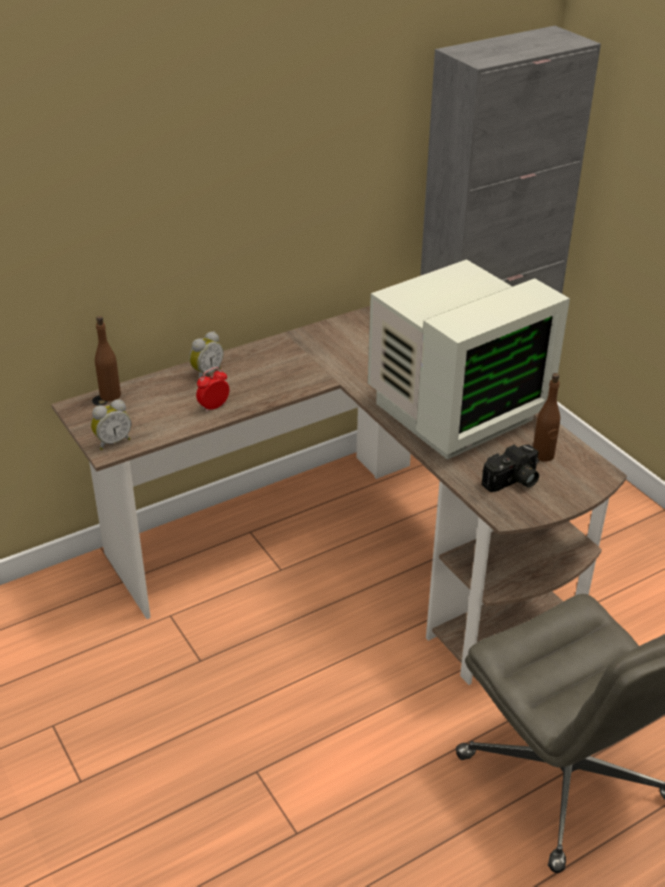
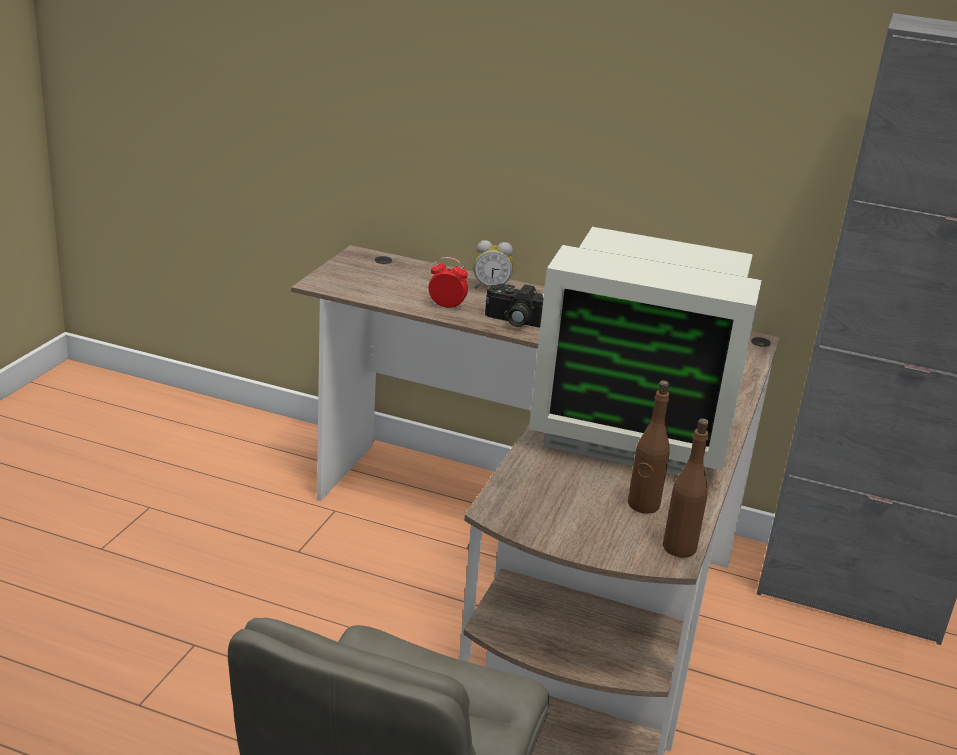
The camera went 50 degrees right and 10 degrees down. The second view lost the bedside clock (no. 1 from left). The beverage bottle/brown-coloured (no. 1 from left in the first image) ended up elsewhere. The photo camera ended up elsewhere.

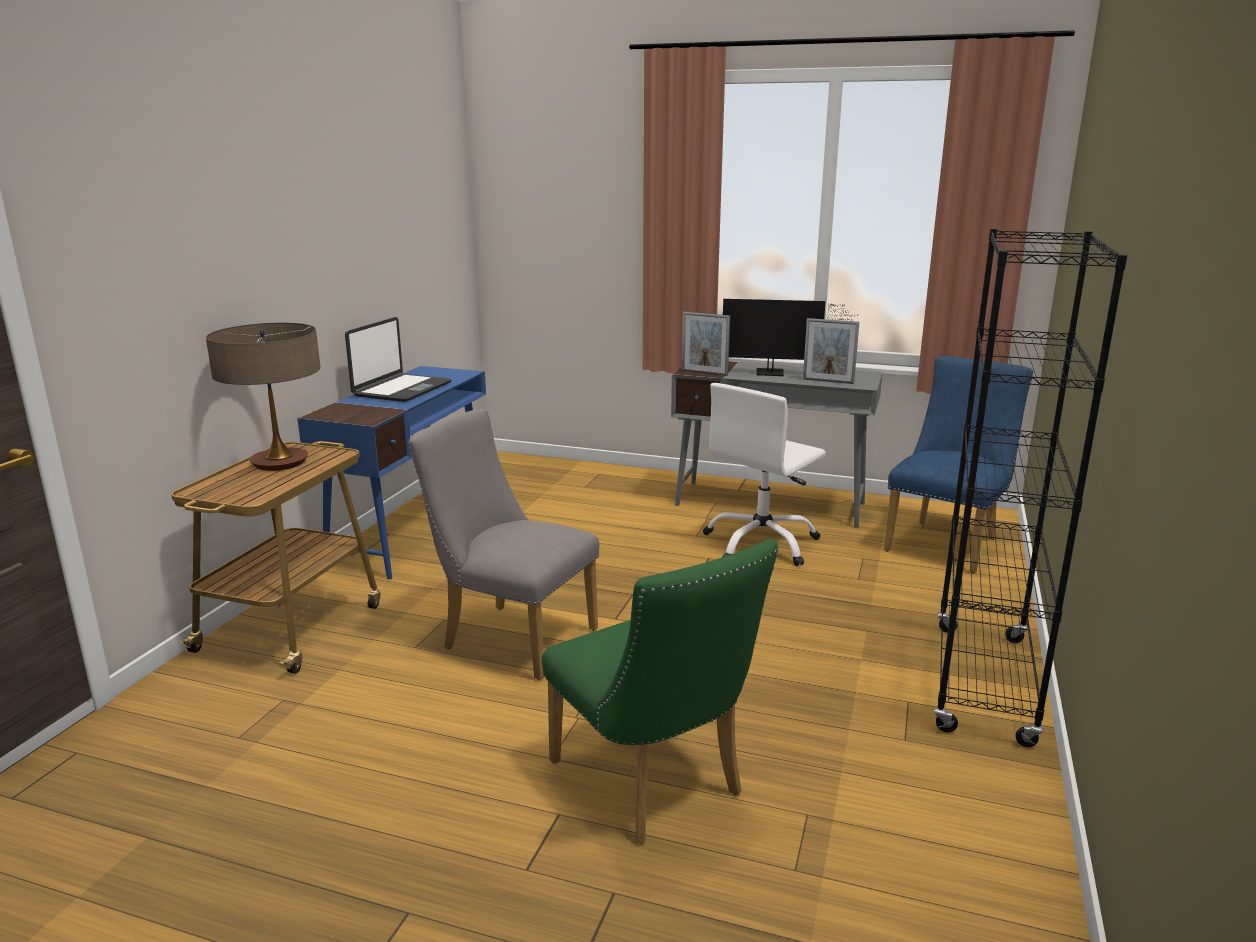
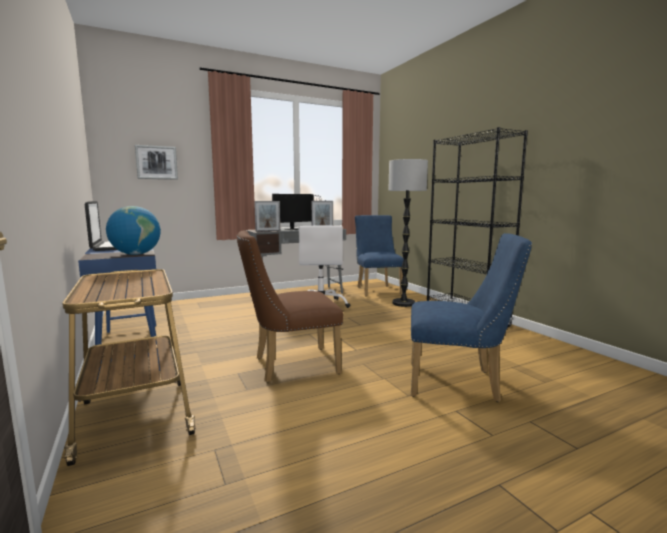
The camera went 45 degrees left and 10 degrees down. The second view lost the tabletop lamp. What was the upright chair/greyish turned into the upright chair/brown-coloured. What was the upright chair/greenish turned into the upright chair/blue (no. 2 from left). The second view gained the world globe. The second view gained the wall picture. The second view gained the floor lamp.

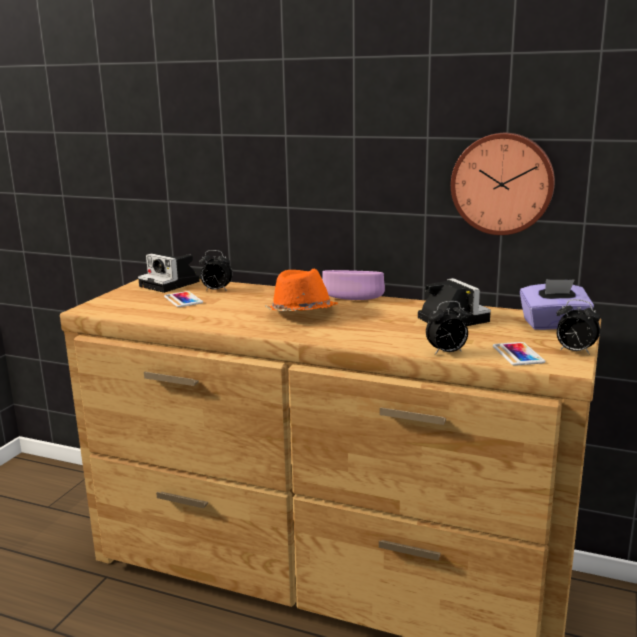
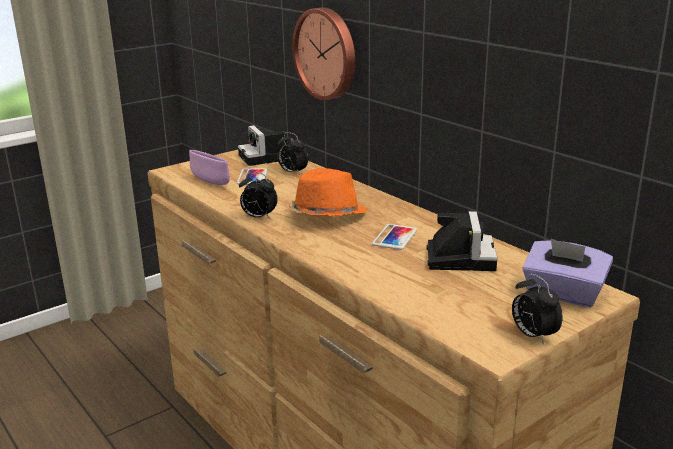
The camera went 30 degrees right and 5 degrees up. The bowl/purplish ended up elsewhere. The bedside clock (no. 2 from left in the first image) ended up elsewhere. The clock on the wall ended up elsewhere. The handset (no. 2 from left) ended up elsewhere.

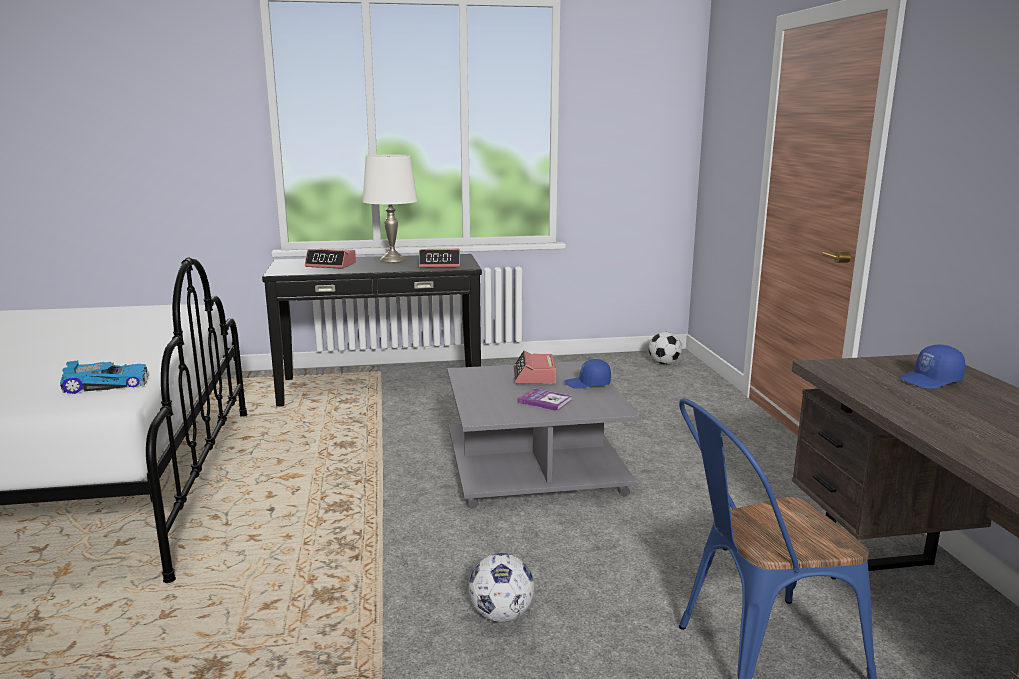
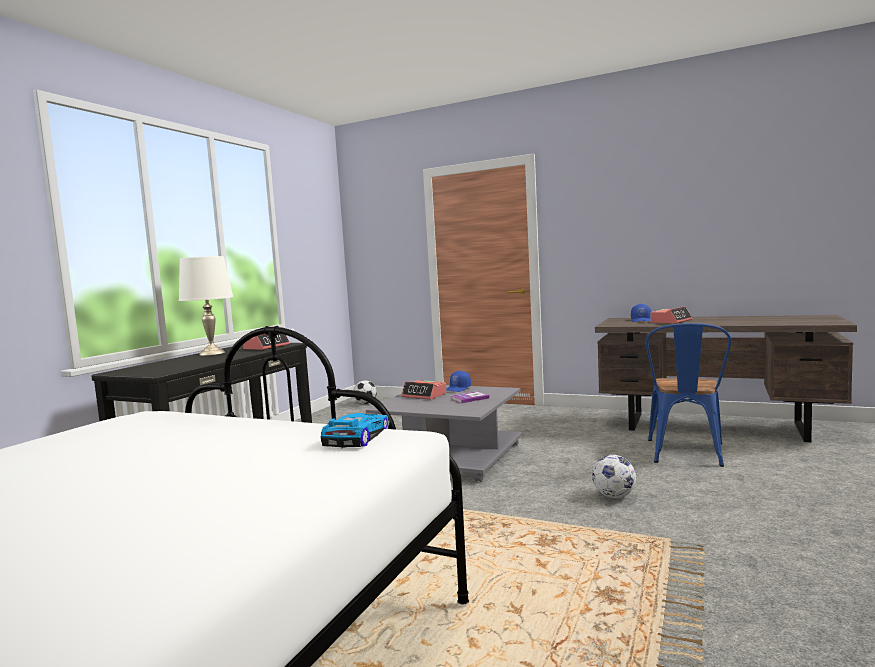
The camera went 55 degrees left and 10 degrees down. The bedside clock (no. 1 from left in the first image) ended up elsewhere.

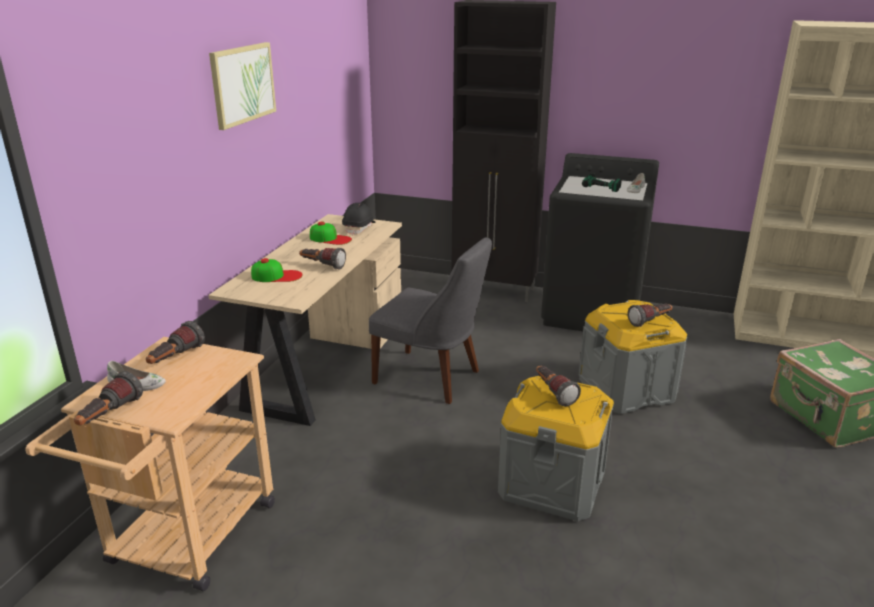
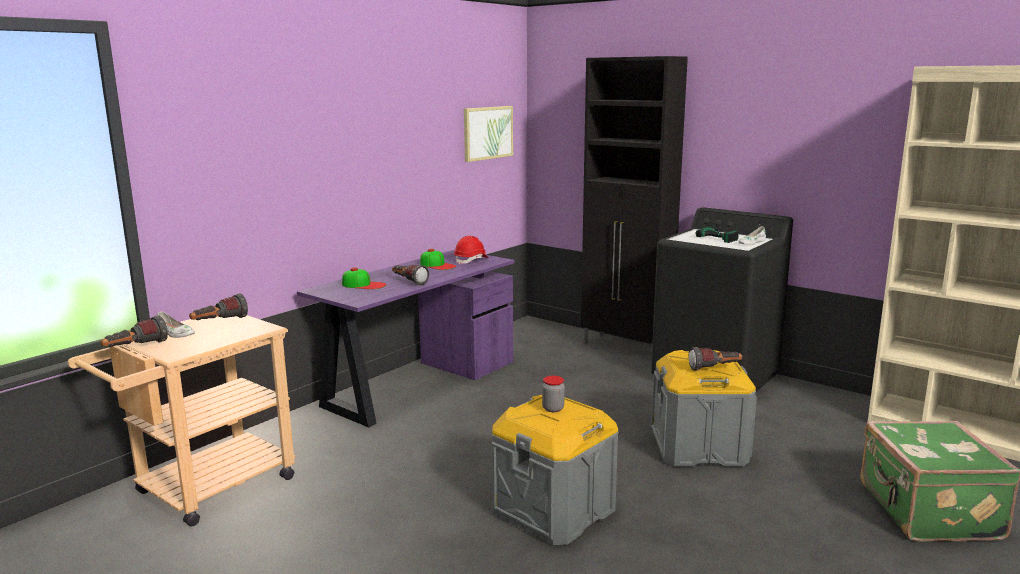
The camera went 20 degrees right and 10 degrees down. What was the desk unit/sand-coloured turned into the desk unit/purplish. The wall picture ended up elsewhere. What was the hard hat/black-coloured turned into the hard hat/reddish. The second view lost the upright chair/greyish. Where the flashlight (no. 4 from left) stood, the jar came to stand.

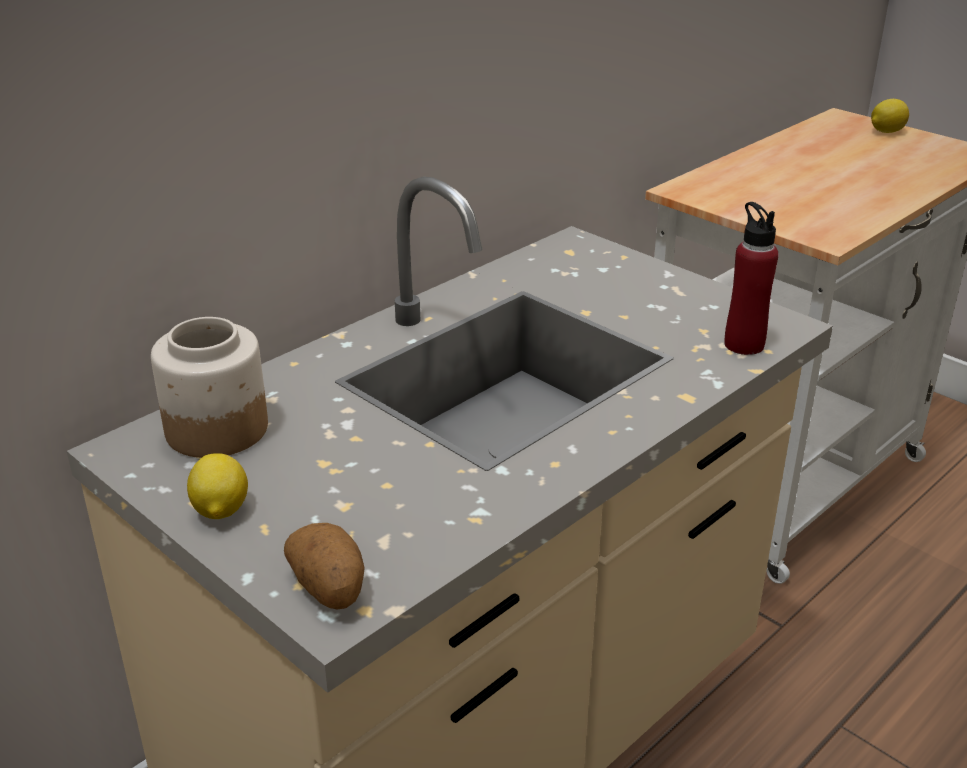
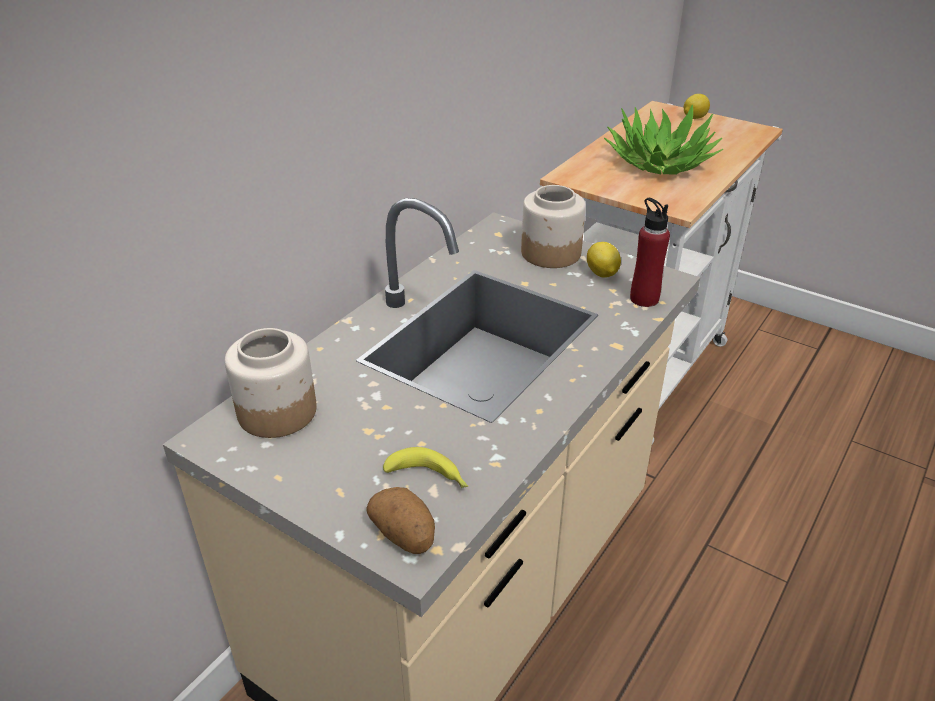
The camera went 10 degrees left and 5 degrees up. The lemon (no. 1 from left) ended up elsewhere. The second view gained the whole banana. The second view gained the jar (no. 2 from left). The second view gained the houseplant.

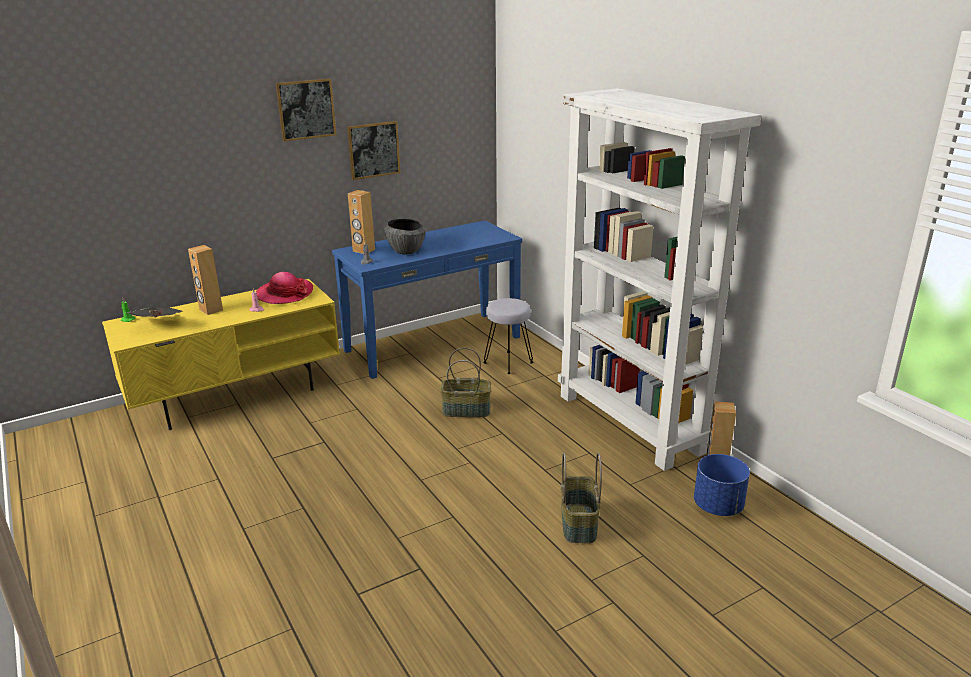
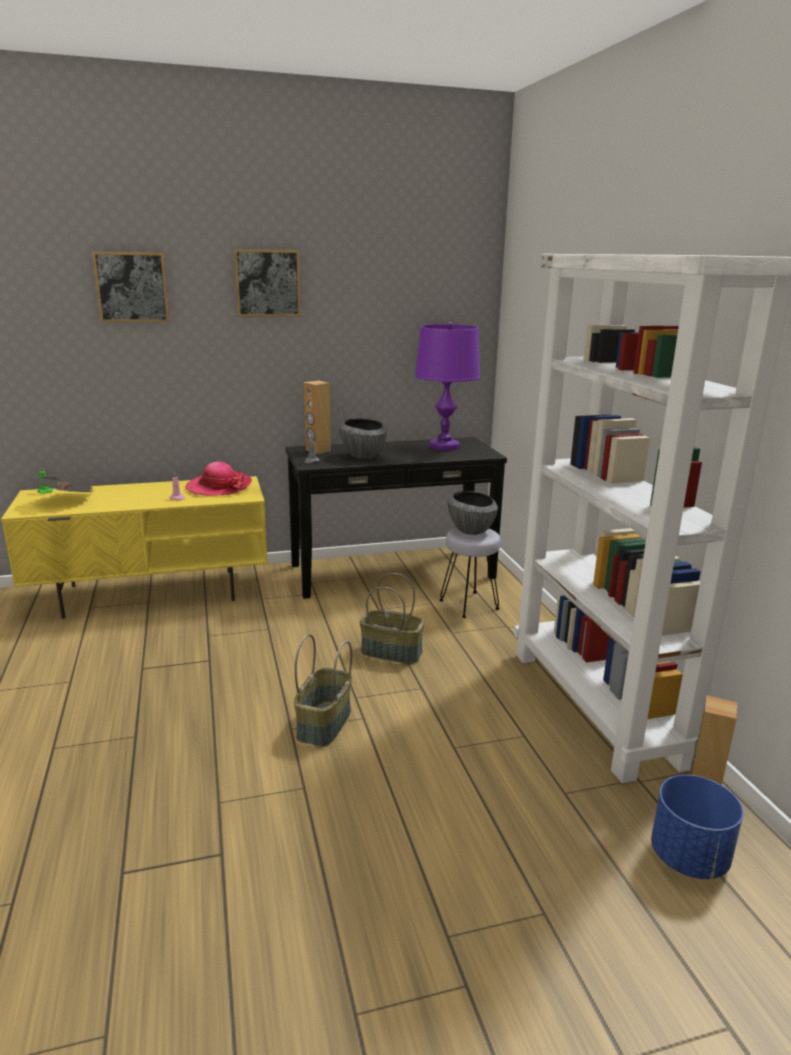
The camera went 15 degrees right and 5 degrees down. The second view lost the audio speaker/brown-coloured (no. 1 from left). What was the console table/blue turned into the console table/black-coloured. The wall picture (no. 2 from left in the first image) ended up elsewhere. The basket (no. 2 from left in the first image) ended up elsewhere. The second view gained the tabletop lamp/purplish. The second view gained the bowl (no. 2 from left).

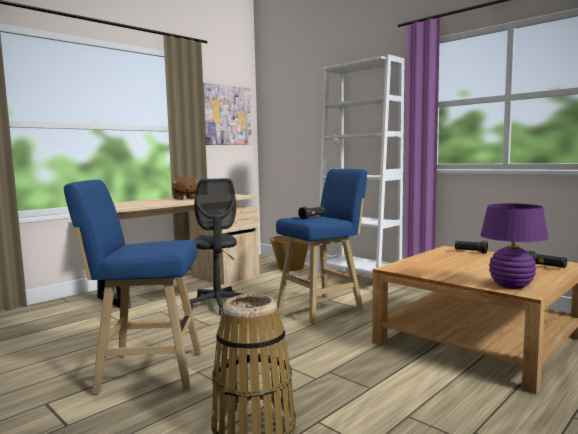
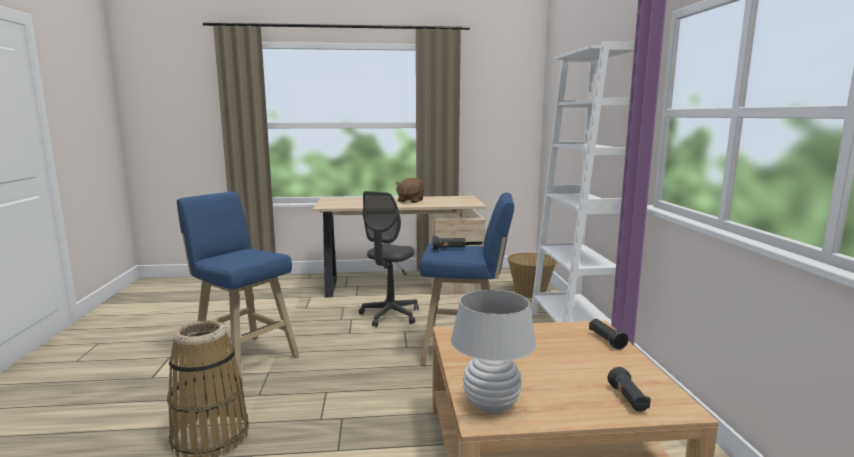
The camera went 40 degrees right and 5 degrees up. The second view lost the wall picture. What was the tabletop lamp/purplish turned into the tabletop lamp/white.

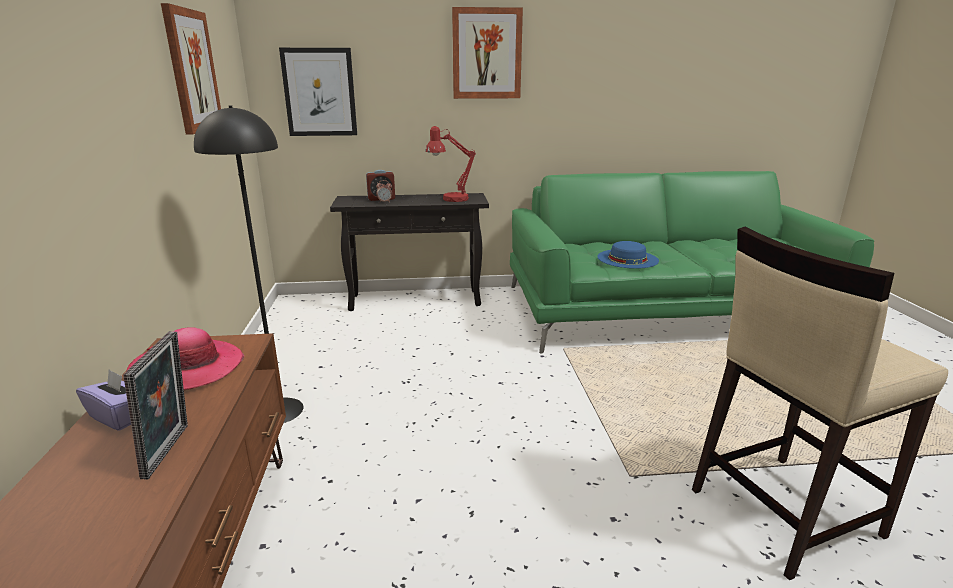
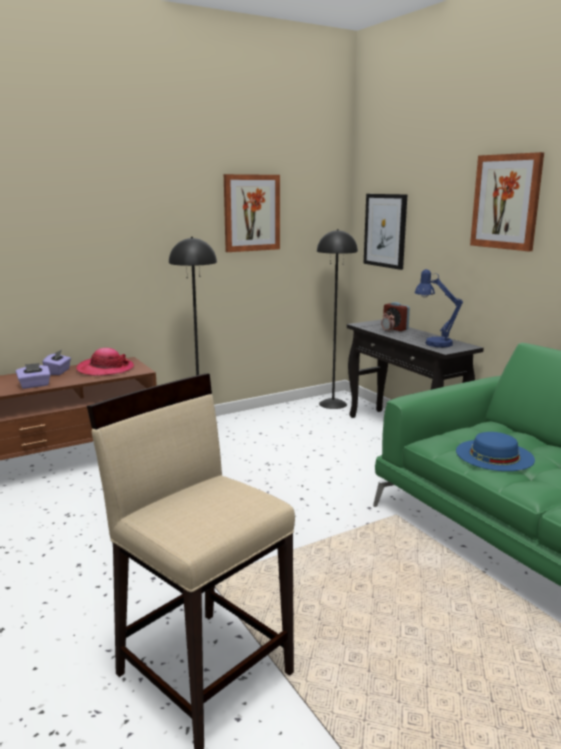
The camera went 65 degrees right and 5 degrees down. Where the picture frame stood, the tissue box/purplish (no. 1 from left) came to stand. What was the tabletop lamp/reddish turned into the tabletop lamp/blue. The second view gained the floor lamp/black-coloured (no. 2 from left).

